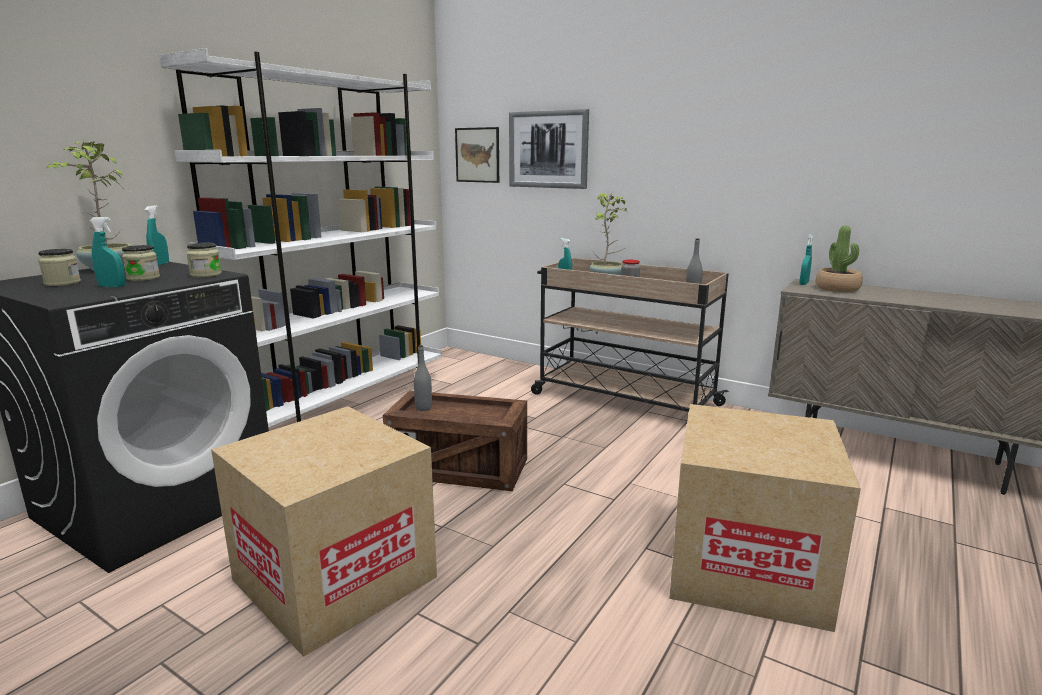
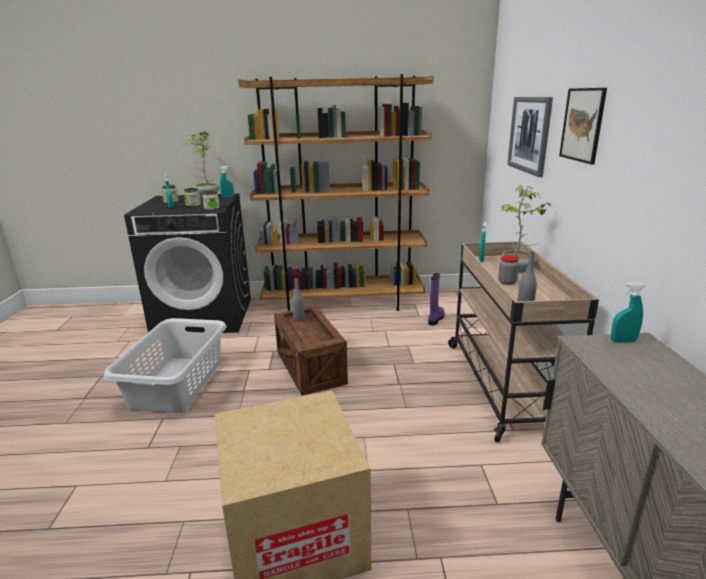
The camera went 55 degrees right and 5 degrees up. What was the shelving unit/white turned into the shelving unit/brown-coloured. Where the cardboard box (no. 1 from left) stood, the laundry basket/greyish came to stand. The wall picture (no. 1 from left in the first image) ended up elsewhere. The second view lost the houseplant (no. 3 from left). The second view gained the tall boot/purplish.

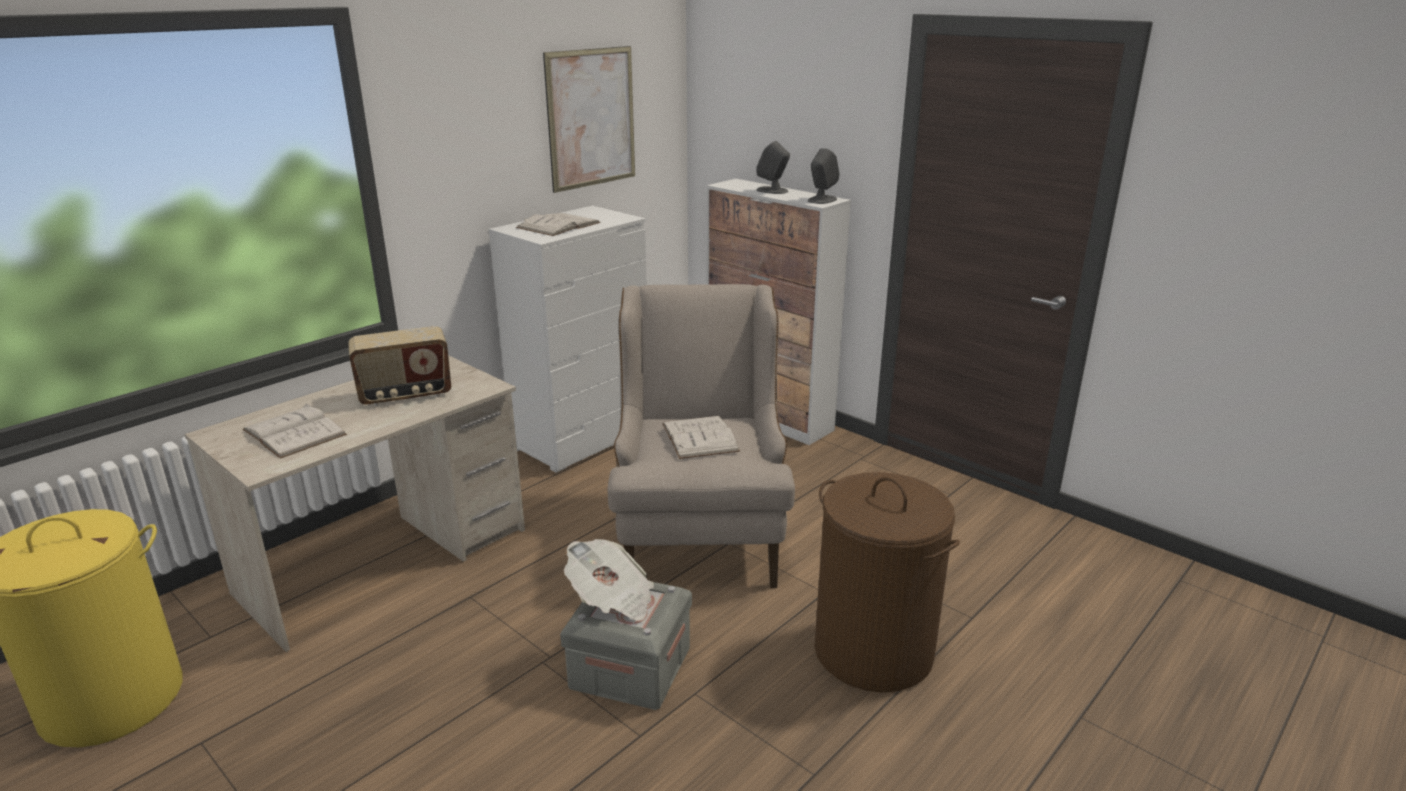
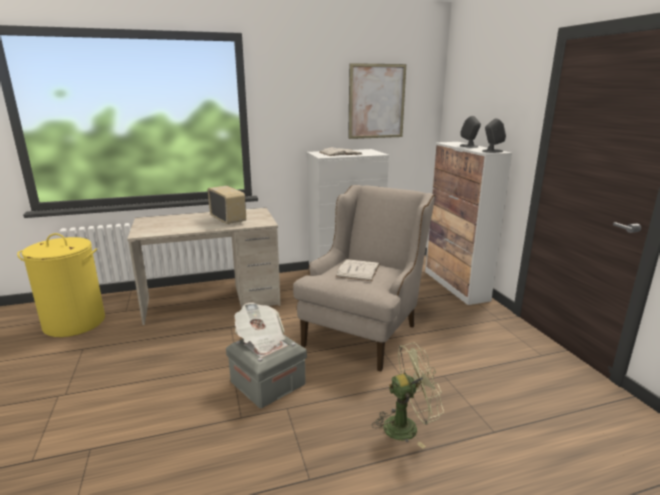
The camera went 30 degrees right and 5 degrees down. The second view lost the volume/white (no. 1 from left). The radio set ended up facing another way, 135 degrees counterclockwise from before. Where the laundry basket/brown-coloured stood, the fan/greenish came to stand.

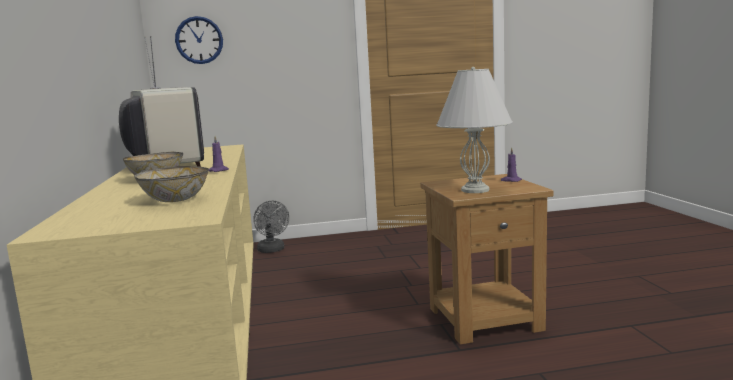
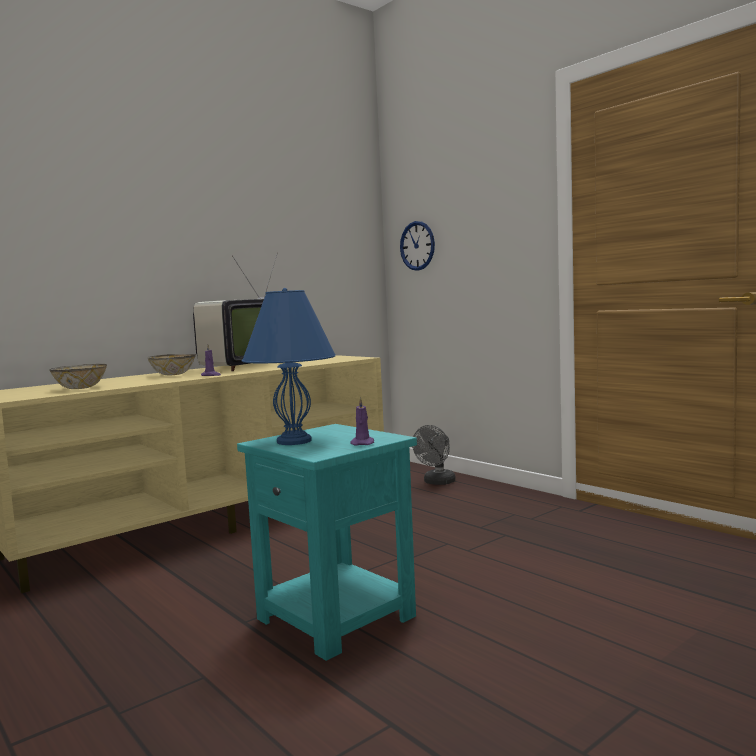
The camera went 60 degrees right and 5 degrees down. What was the accent table/brown-coloured turned into the accent table/turquoise. What was the tabletop lamp/white turned into the tabletop lamp/blue.

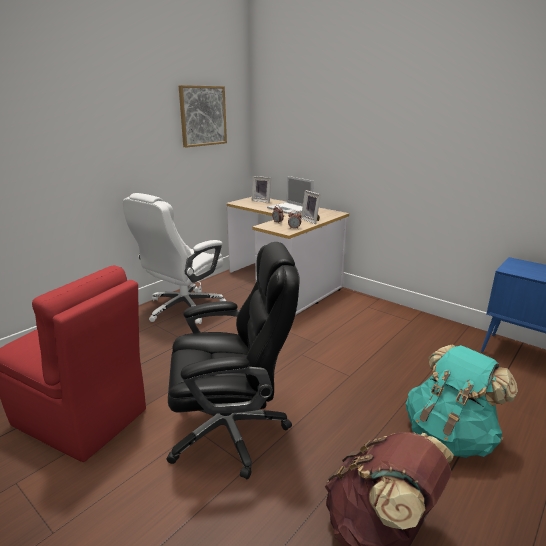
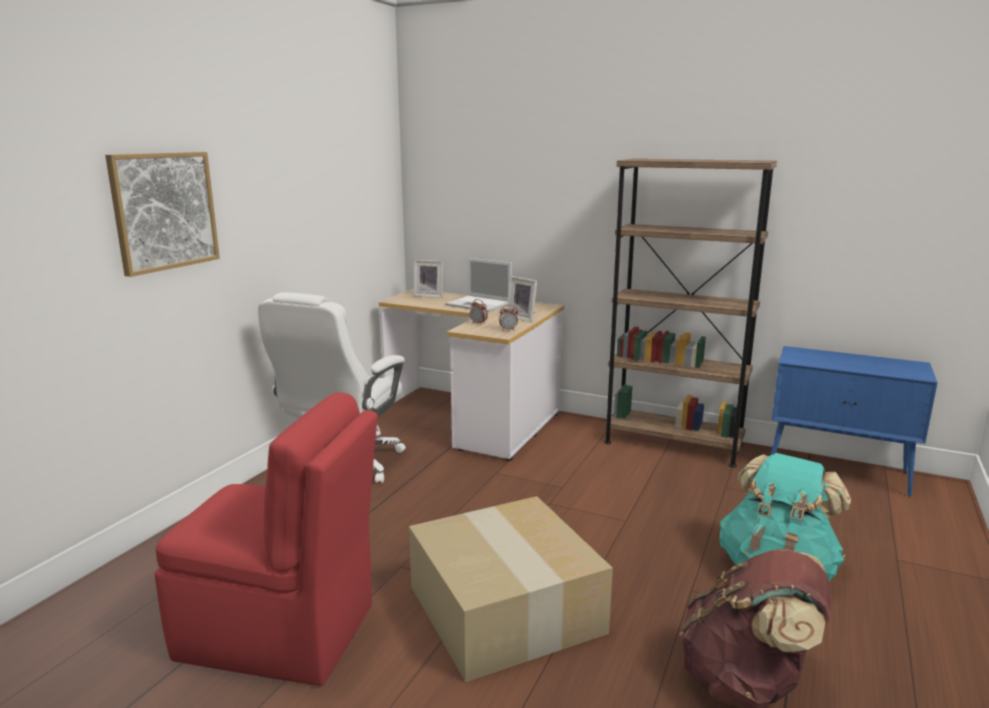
The camera went 15 degrees left and 5 degrees down. Where the desk chair/black-coloured stood, the cardboard box came to stand. The wall picture ended up elsewhere. The second view gained the shelving unit/brown-coloured.

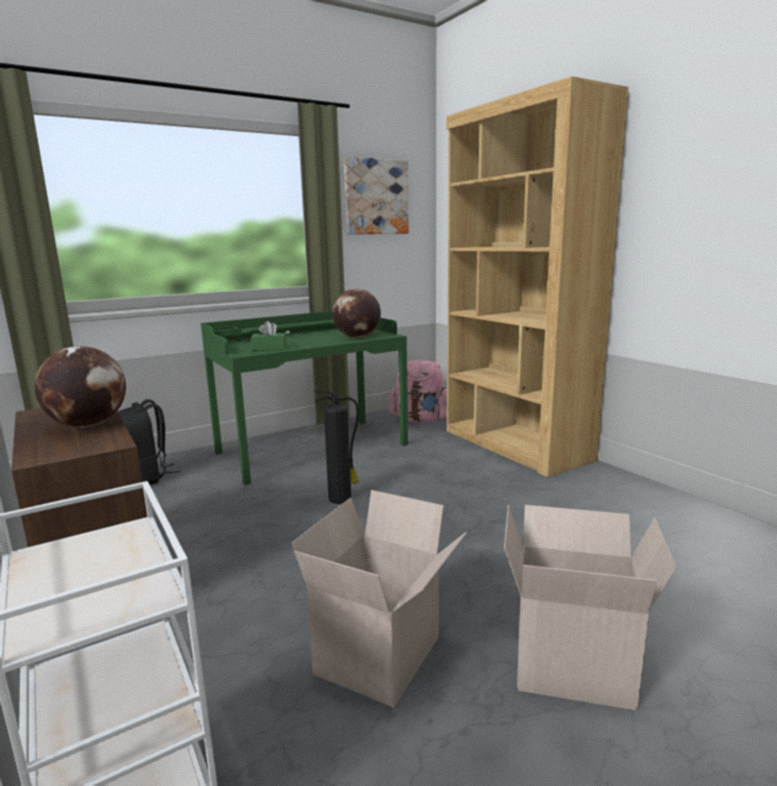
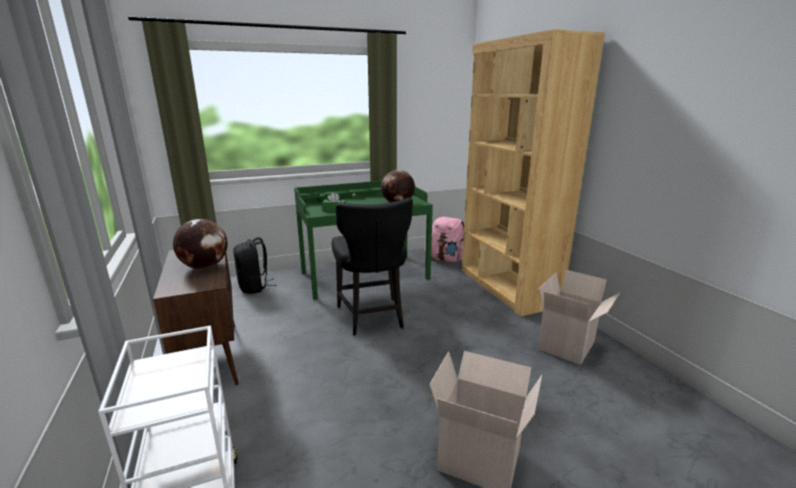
The camera went 10 degrees right and 5 degrees up. The cardboard box (no. 1 from left in the first image) ended up elsewhere. Where the fire-fighting cylinder stood, the upright chair/black-coloured came to stand. The second view lost the wall picture.

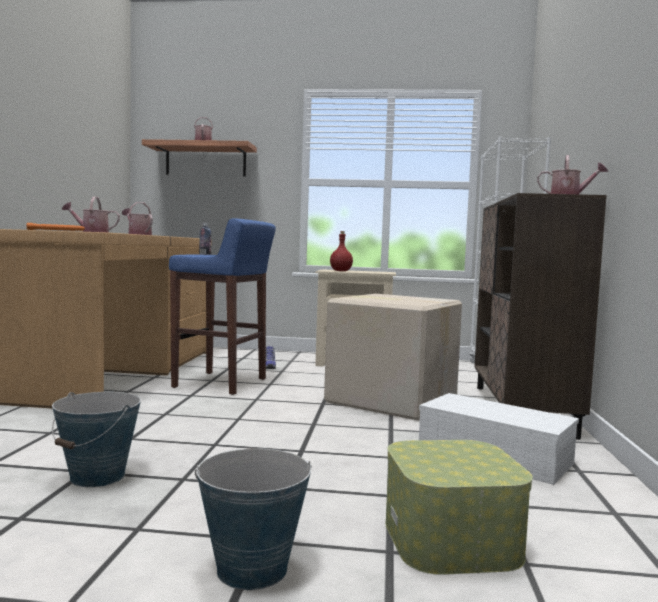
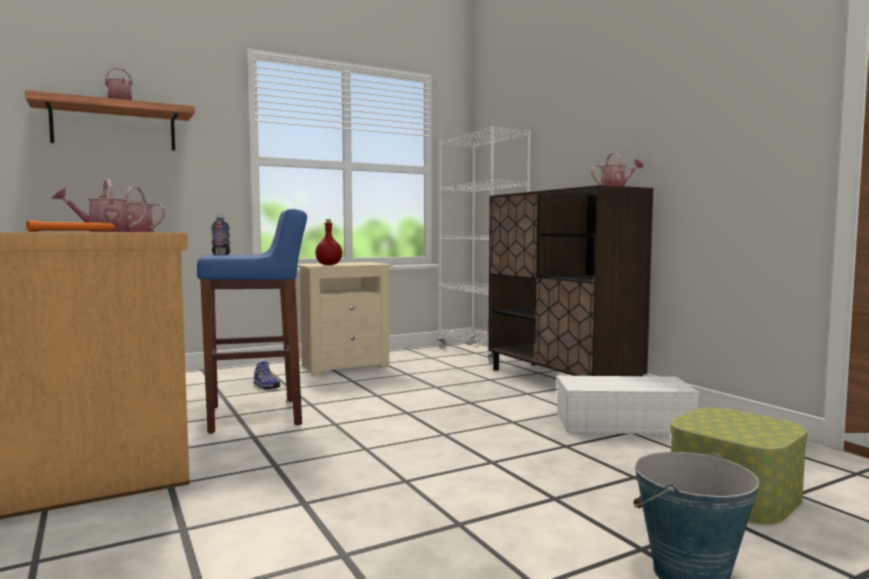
The camera went 35 degrees left and 0 degrees up. The second view lost the bucket (no. 1 from left). The second view lost the cardboard box.

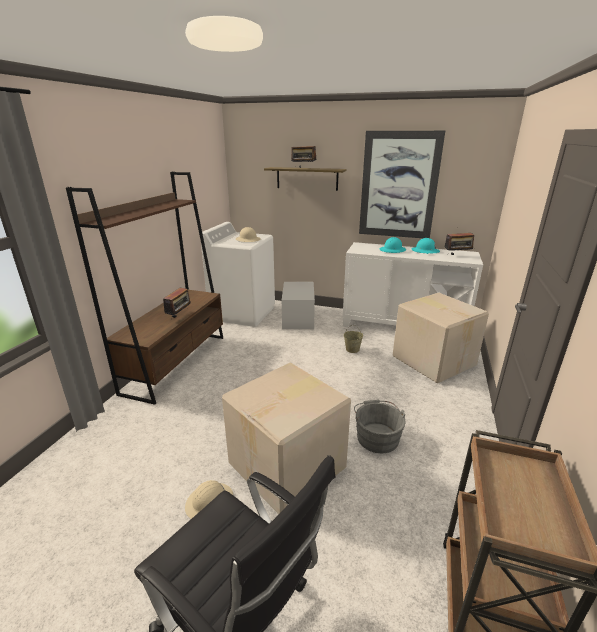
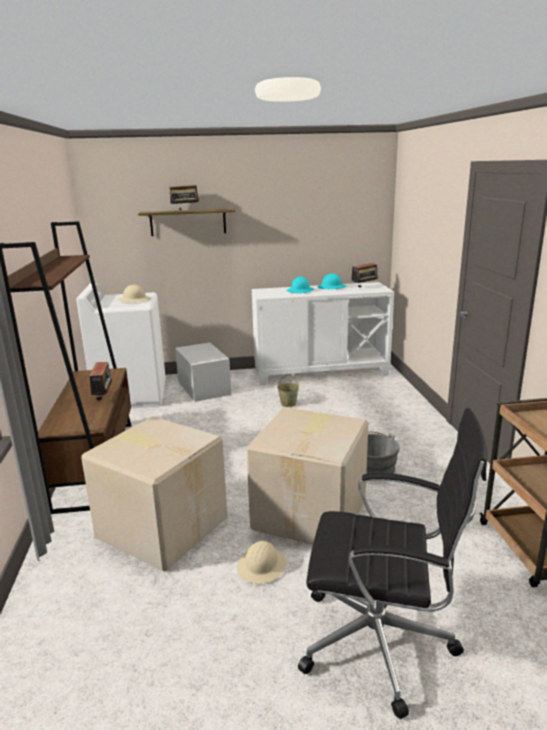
The camera went 25 degrees left and 5 degrees down. The second view lost the wall picture. The cardboard box (no. 2 from left in the first image) ended up elsewhere.

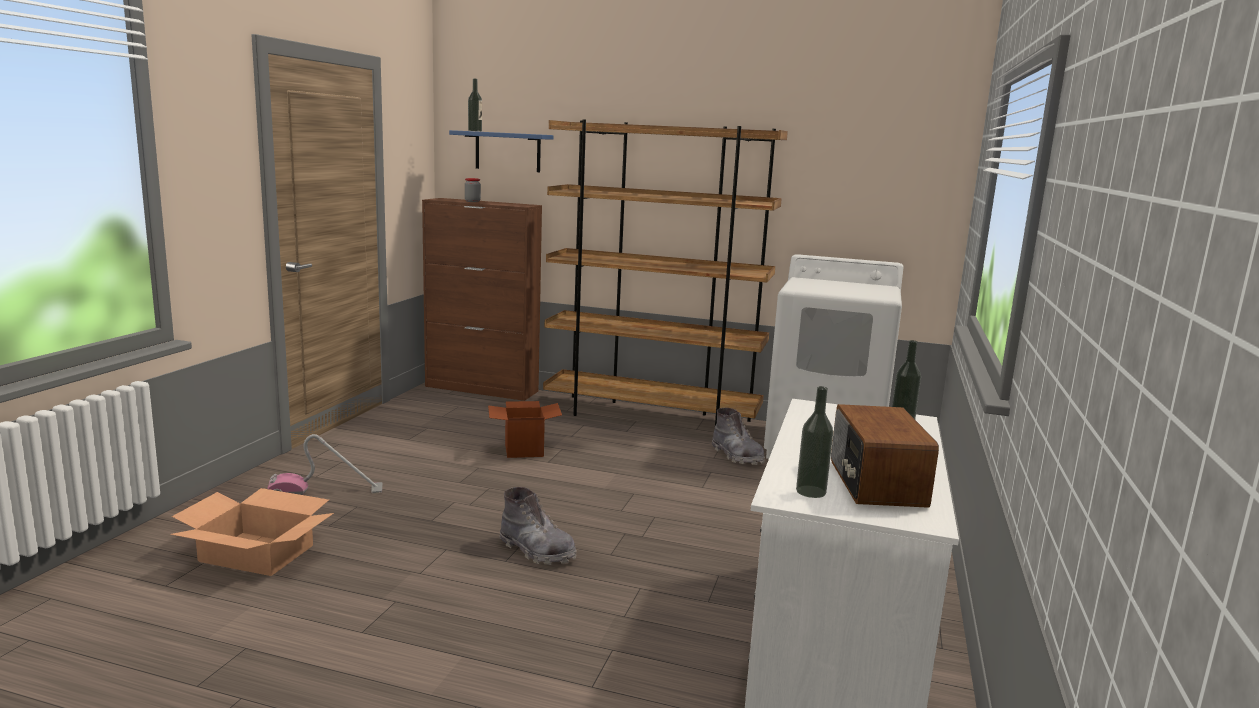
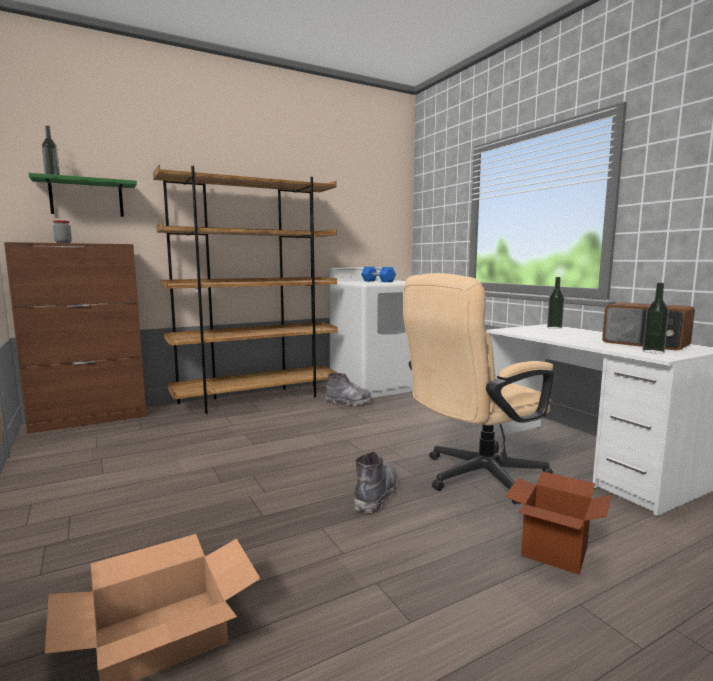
The camera went 45 degrees left and 5 degrees down. The second view lost the vacuum. What was the wall shelf/blue turned into the wall shelf/greenish. The cardboard box (no. 2 from left) ended up elsewhere. The tall boot/greyish (no. 1 from left in the first image) ended up facing another way, 60 degrees counterclockwise from before. The second view gained the hand weight/blue. The second view gained the desk chair/sand-coloured.

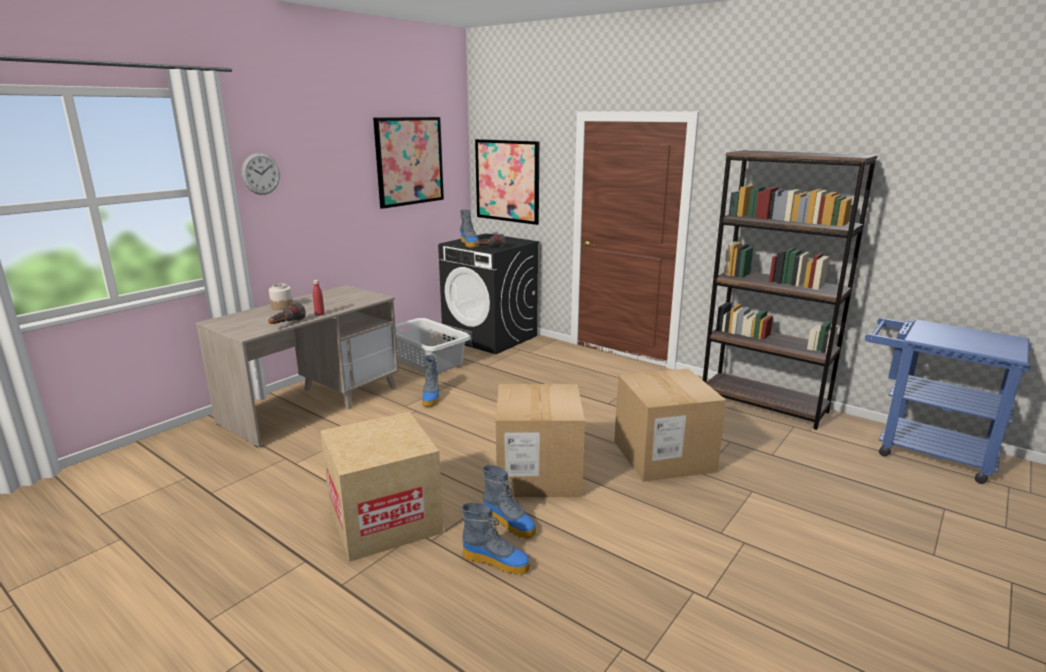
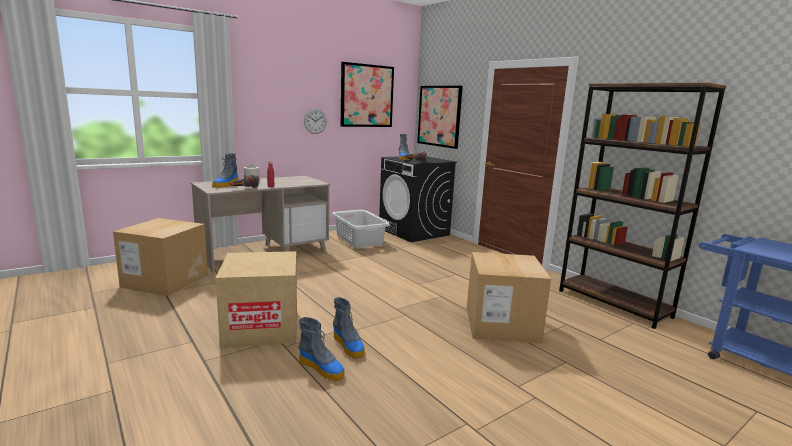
The camera went 15 degrees right and 5 degrees down. The clock on the wall ended up elsewhere. The tall boot (no. 1 from left) ended up elsewhere. The cardboard box (no. 2 from left in the first image) ended up elsewhere.

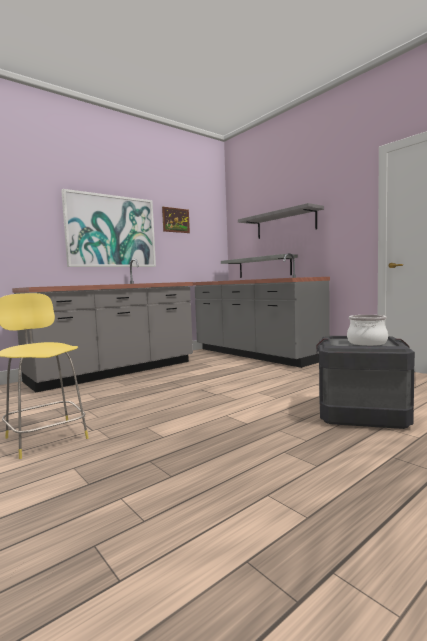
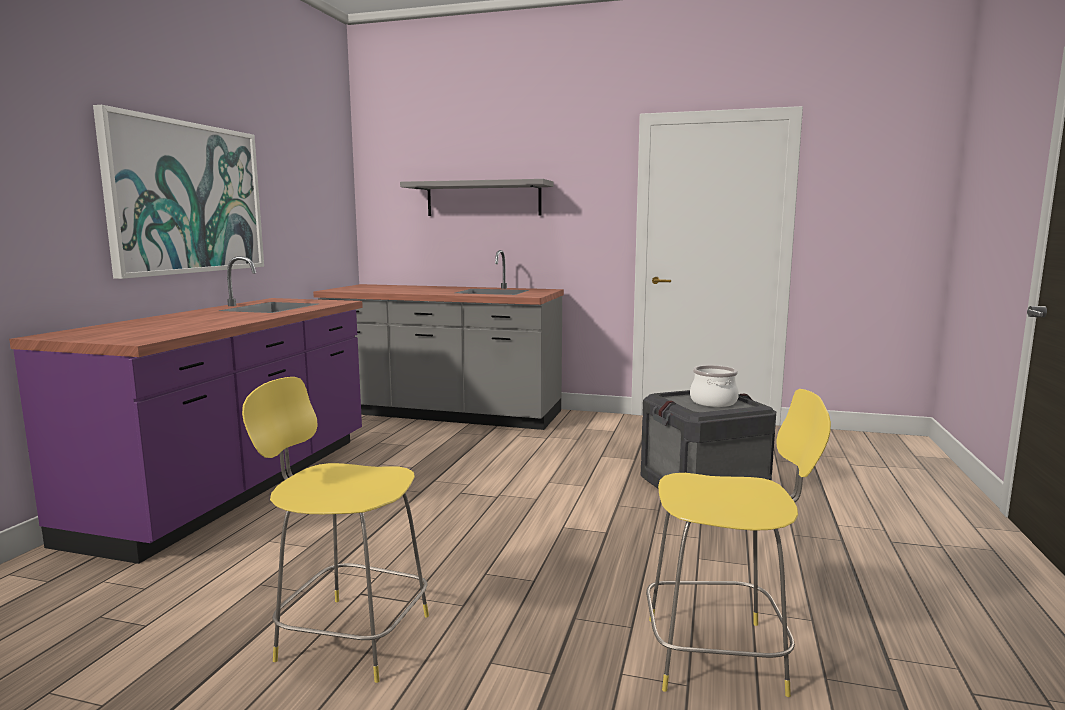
The camera went 35 degrees left and 5 degrees up. What was the kitchen counter/greyish (no. 1 from left) turned into the kitchen counter/purplish. The second view lost the wall picture (no. 2 from left). The second view lost the wall shelf/greyish (no. 1 from left). The second view gained the stool seat/yellow (no. 2 from left).

